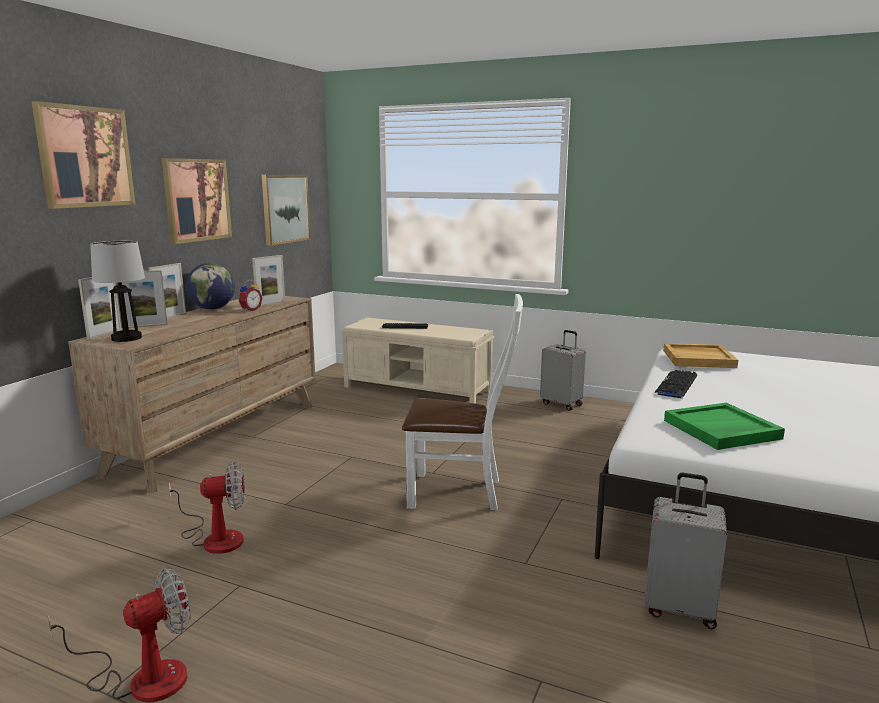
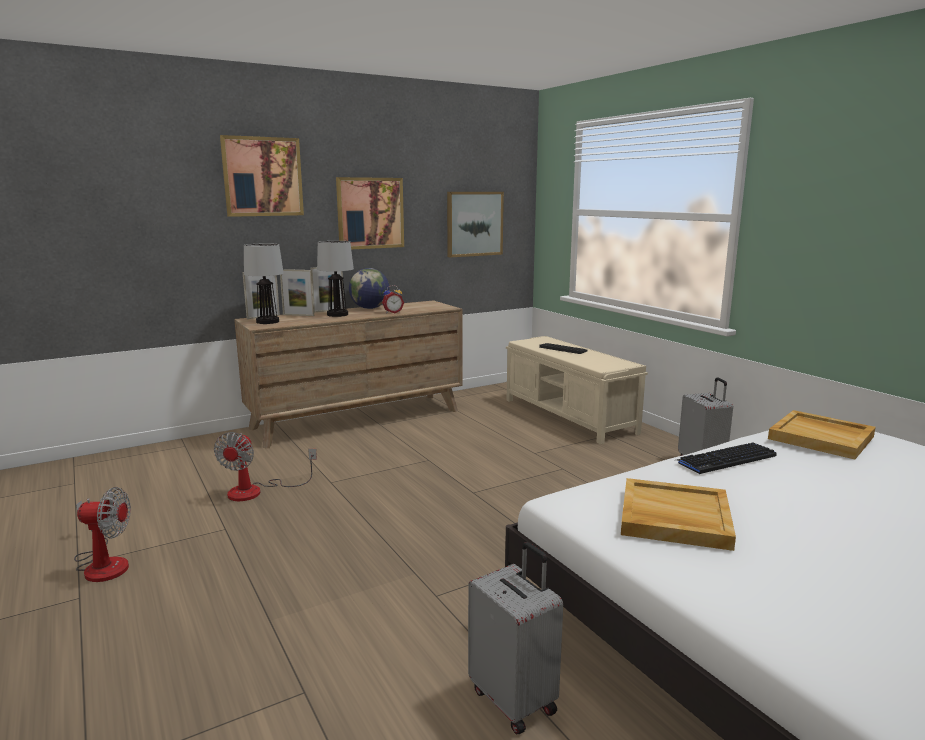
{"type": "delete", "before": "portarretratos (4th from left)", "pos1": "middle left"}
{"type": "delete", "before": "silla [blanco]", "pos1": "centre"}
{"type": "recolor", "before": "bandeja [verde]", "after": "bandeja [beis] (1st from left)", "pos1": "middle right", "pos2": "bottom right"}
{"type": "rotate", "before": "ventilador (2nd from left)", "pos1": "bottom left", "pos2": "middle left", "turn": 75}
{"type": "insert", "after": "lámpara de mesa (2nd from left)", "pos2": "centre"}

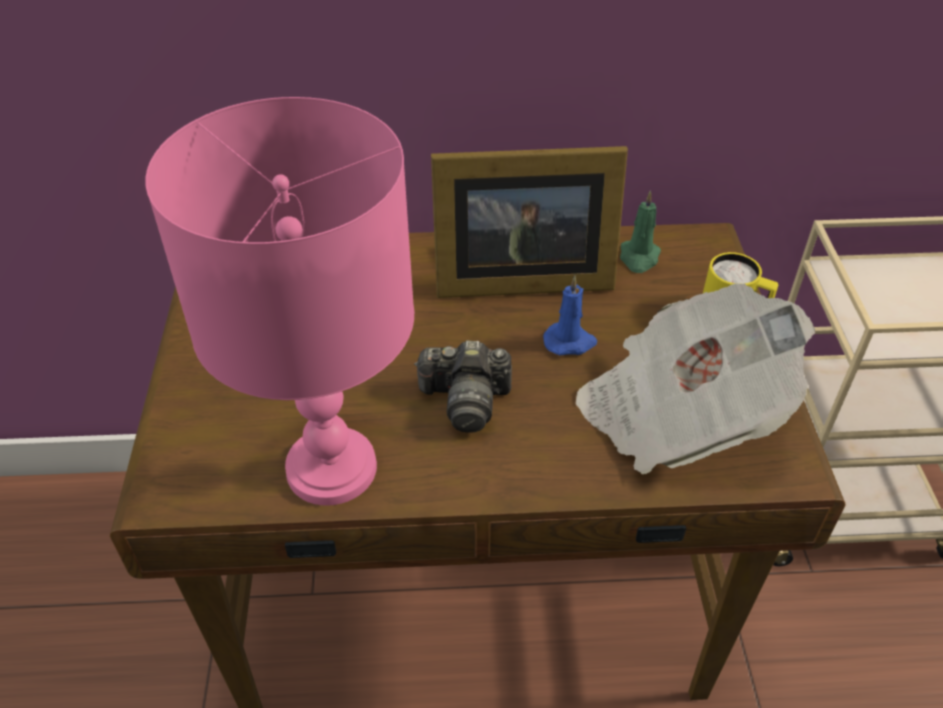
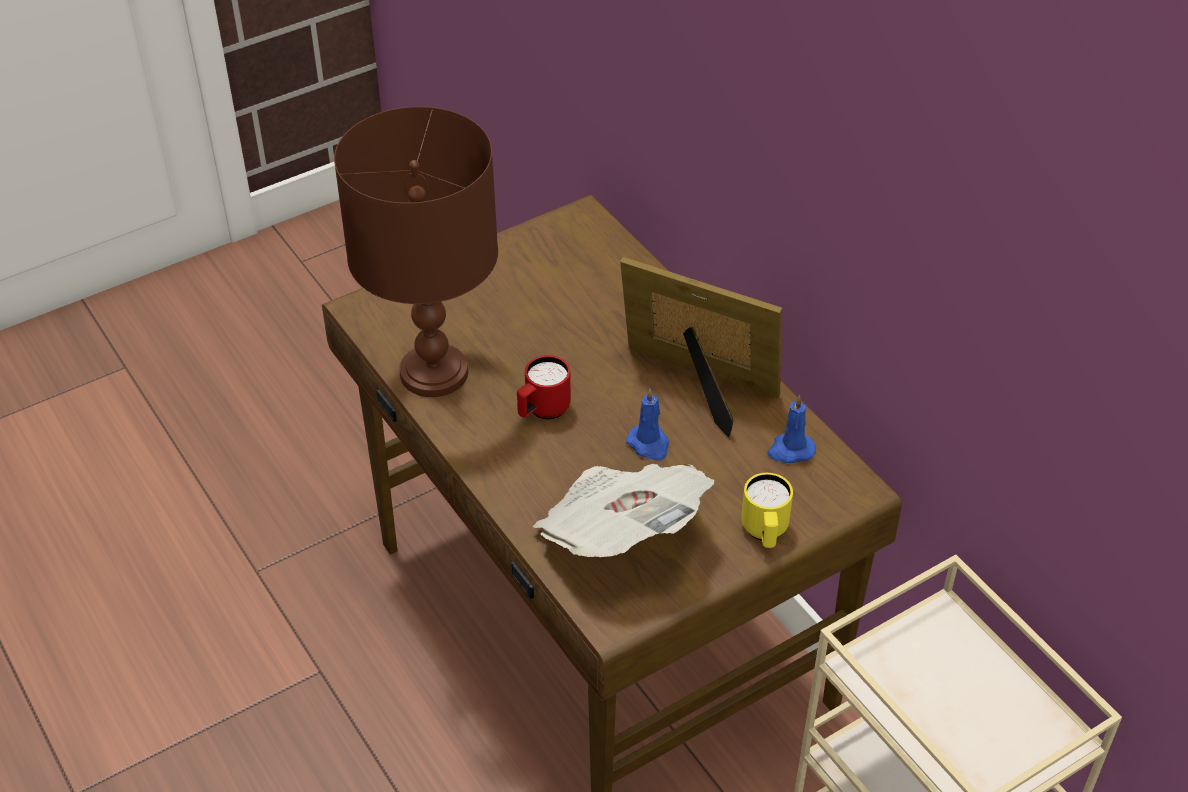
{"type": "recolor", "before": "lámpara de mesa [rosa]", "after": "lámpara de mesa [marrón]", "pos1": "middle left", "pos2": "top centre"}
{"type": "rotate", "before": "portarretratos", "pos1": "top centre", "pos2": "centre", "turn": 150}
{"type": "recolor", "before": "vela [verde]", "after": "vela [azul] (2nd from left)", "pos1": "top right", "pos2": "centre"}
{"type": "replace", "before": "cámara", "after": "taza grande [rojo]", "pos1": "centre", "pos2": "centre"}

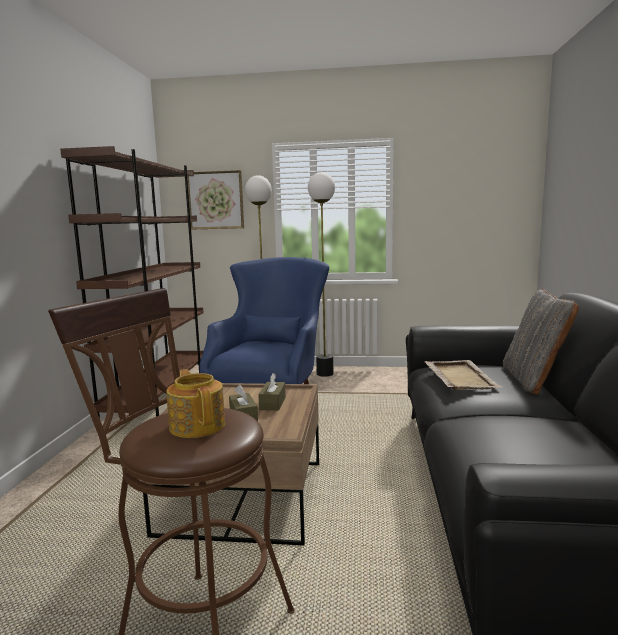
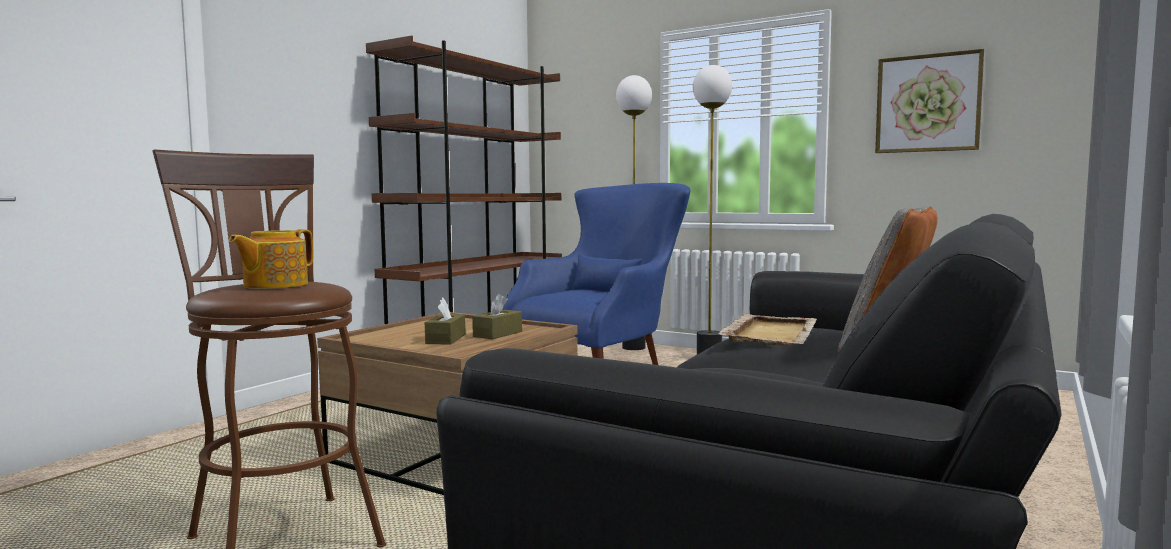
{"type": "move", "before": "cuadro", "pos1": "top centre", "pos2": "top right"}
{"type": "rotate", "before": "tetera", "pos1": "middle left", "pos2": "middle left", "turn": -150}

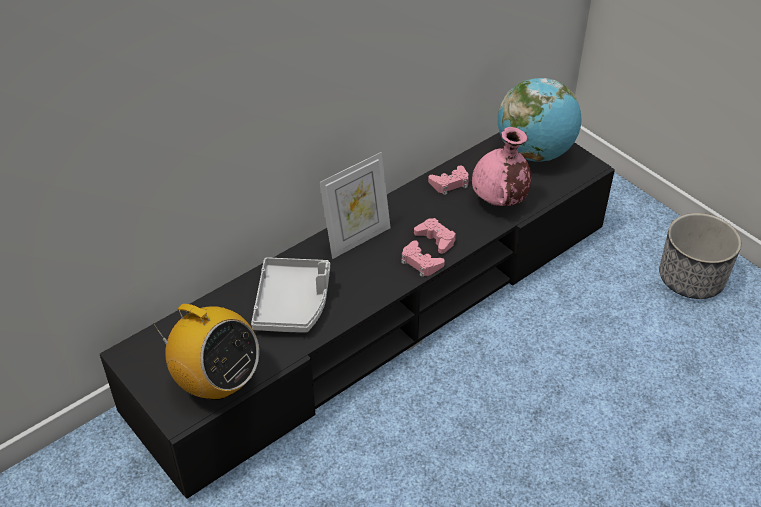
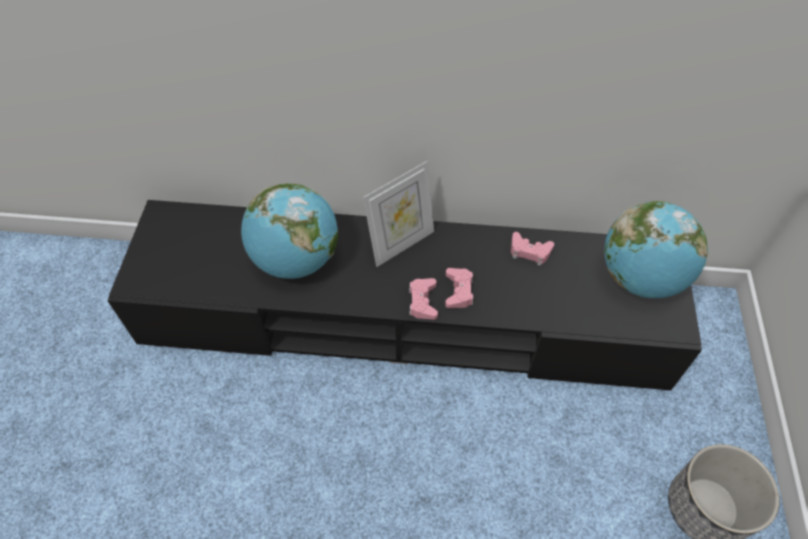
{"type": "delete", "before": "florero [rosa]", "pos1": "top centre"}
{"type": "rotate", "before": "portarretratos", "pos1": "centre", "pos2": "centre", "turn": -45}
{"type": "replace", "before": "bandeja [gris]", "after": "globo terráqueo (1st from left)", "pos1": "centre", "pos2": "centre"}
{"type": "delete", "before": "radio", "pos1": "bottom left"}

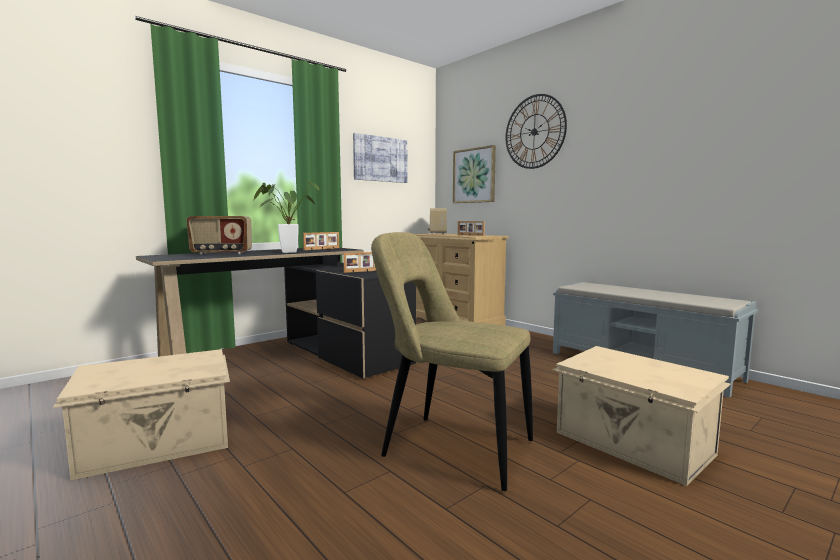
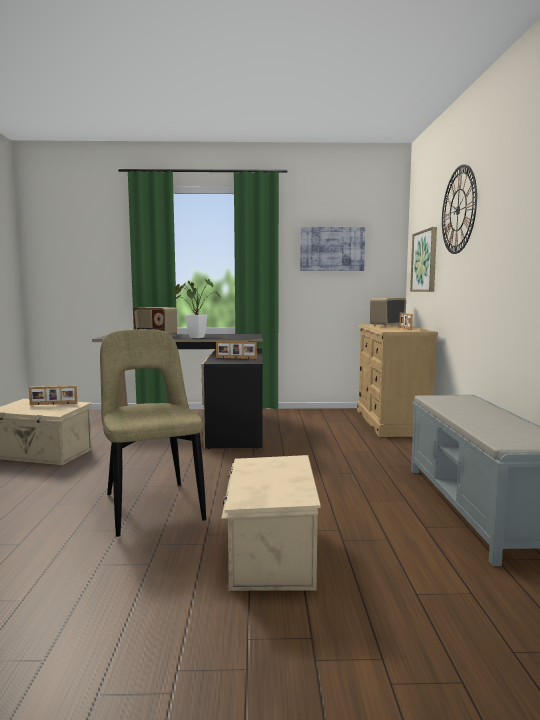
{"type": "move", "before": "portarretratos (1st from left)", "pos1": "centre", "pos2": "middle left"}

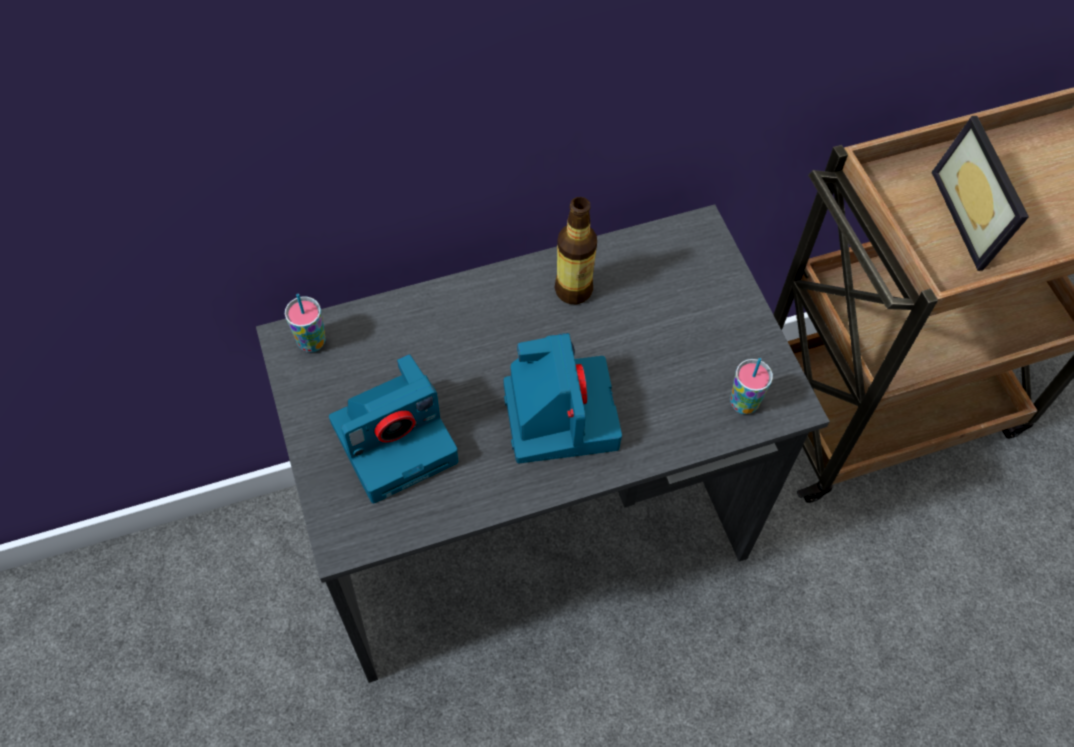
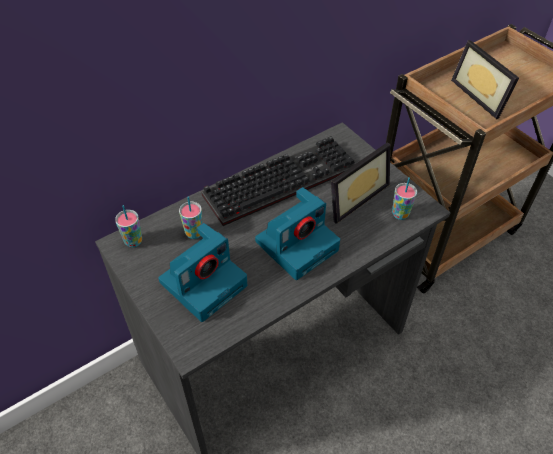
{"type": "replace", "before": "botella", "after": "teclado", "pos1": "centre", "pos2": "centre"}
{"type": "rotate", "before": "cámara (2nd from left)", "pos1": "centre", "pos2": "centre", "turn": 75}
{"type": "insert", "after": "portarretratos (1st from left)", "pos2": "centre"}
{"type": "insert", "after": "taza (2nd from left)", "pos2": "centre"}

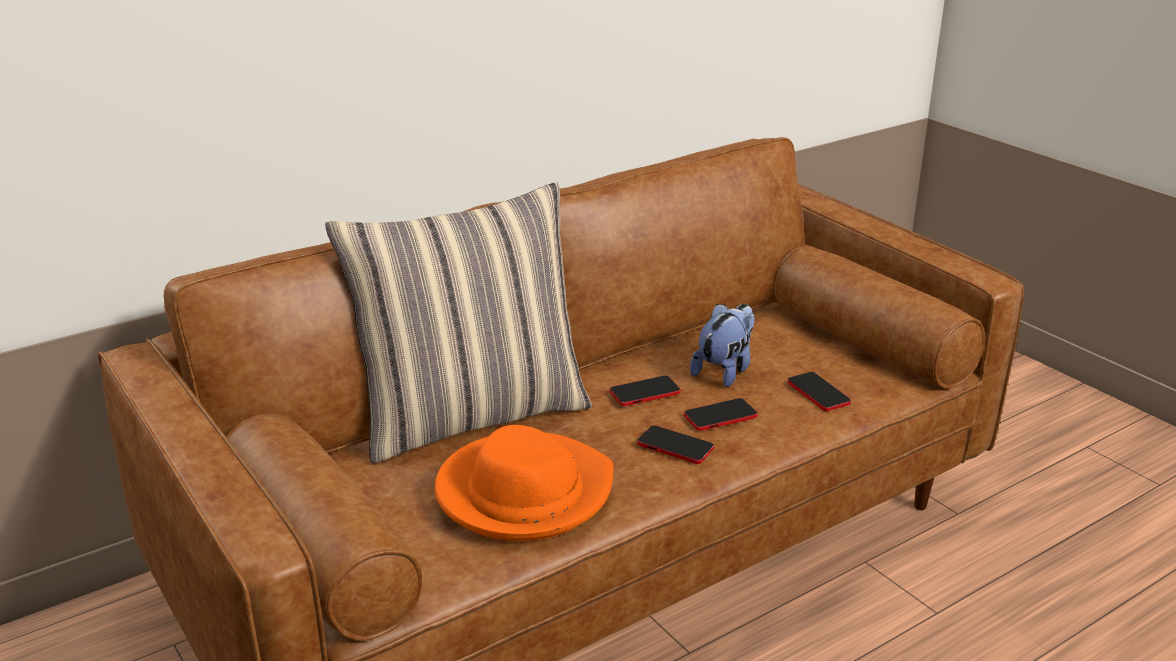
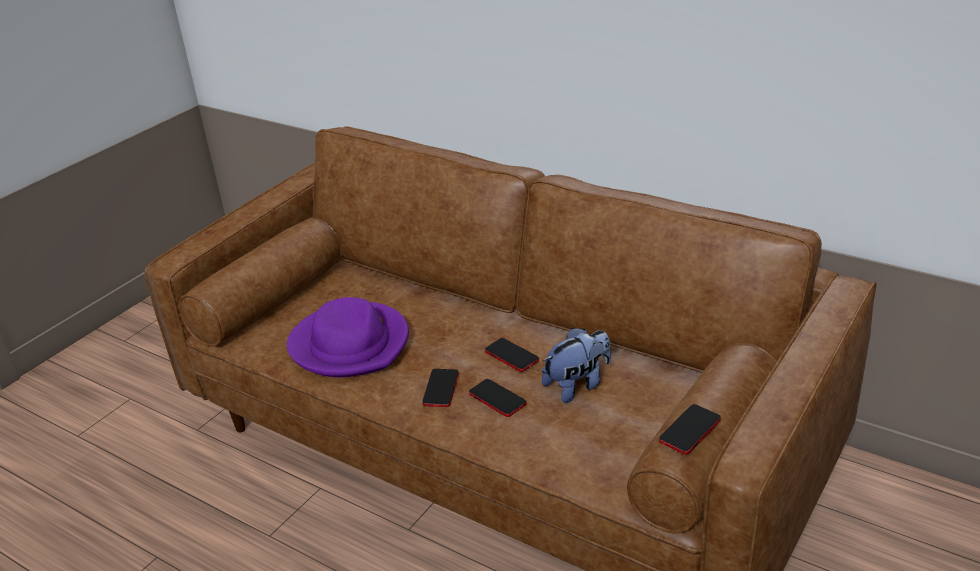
{"type": "delete", "before": "cojín", "pos1": "centre"}
{"type": "rotate", "before": "peluche", "pos1": "centre", "pos2": "centre", "turn": -45}
{"type": "move", "before": "móvil (4th from left)", "pos1": "middle right", "pos2": "bottom right"}
{"type": "recolor", "before": "sombrero [naranja]", "after": "sombrero [morado]", "pos1": "bottom centre", "pos2": "centre"}

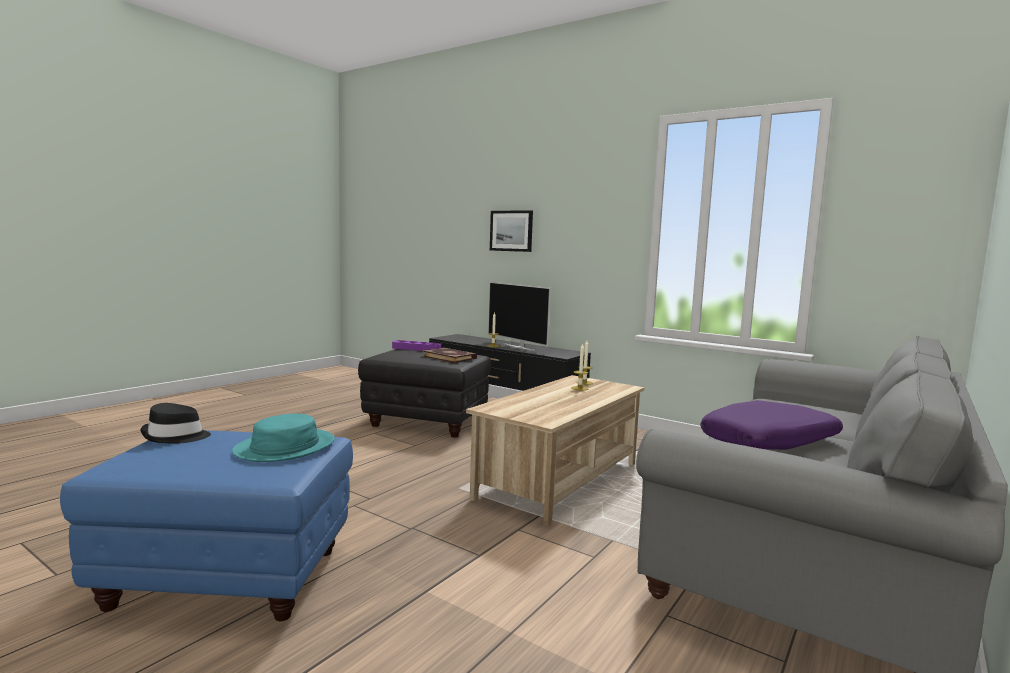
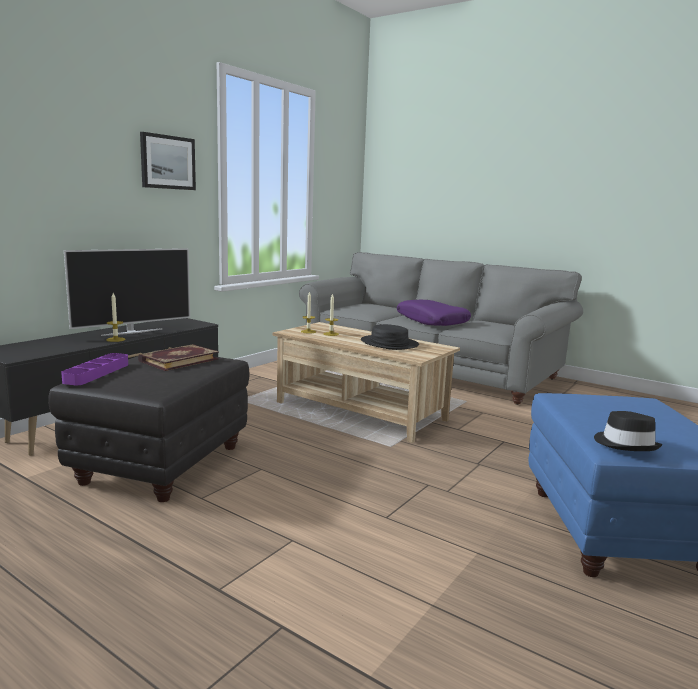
{"type": "move", "before": "cuadro", "pos1": "centre", "pos2": "top left"}
{"type": "delete", "before": "sombrero [turquesa]", "pos1": "middle left"}
{"type": "insert", "after": "sombrero [negro] (1st from left)", "pos2": "centre"}

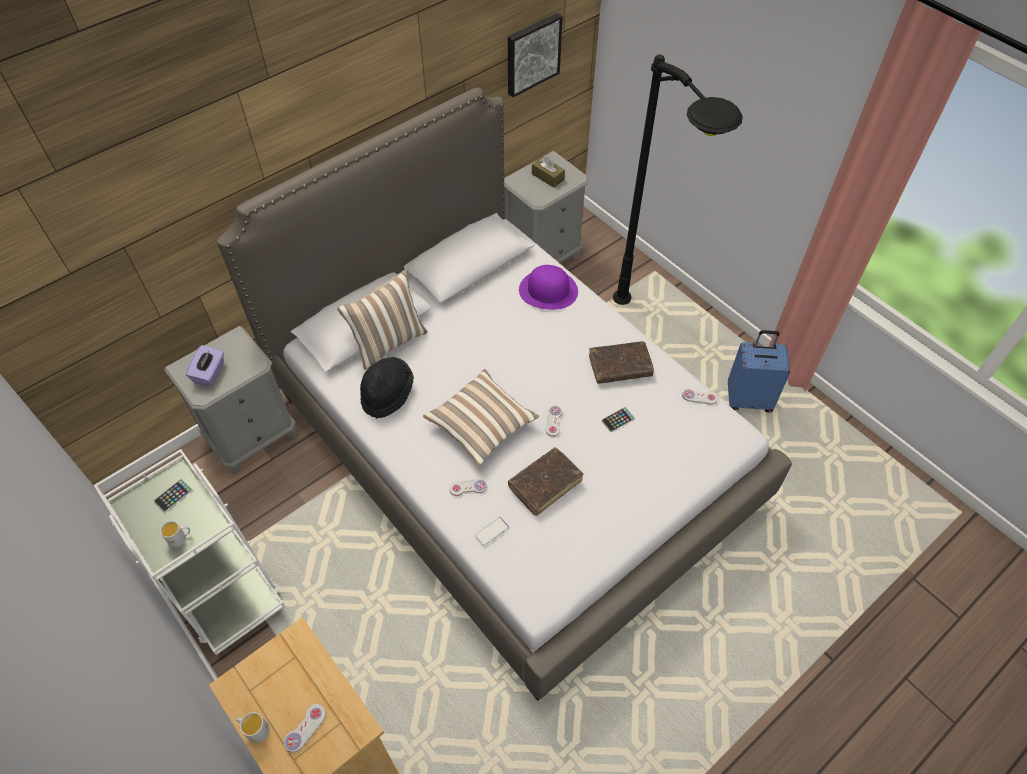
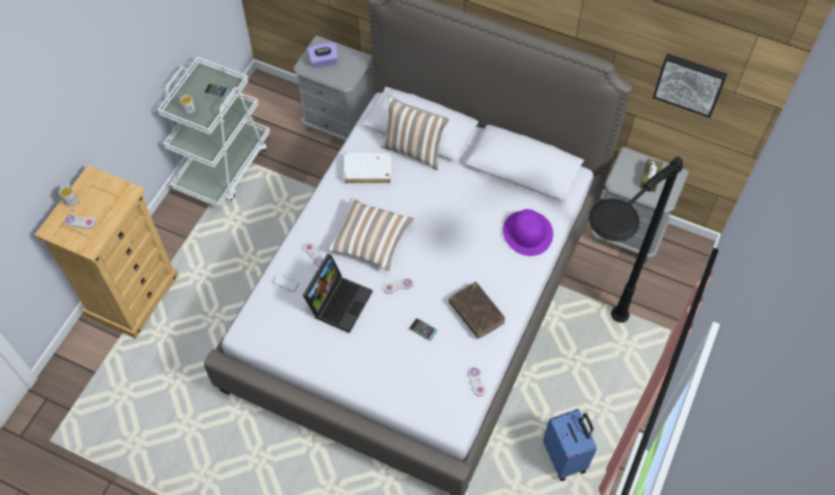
{"type": "replace", "before": "sombrero [negro]", "after": "libro [blanco]", "pos1": "centre", "pos2": "centre"}
{"type": "replace", "before": "libro [marrón] (1st from left)", "after": "portátil", "pos1": "centre", "pos2": "centre"}

